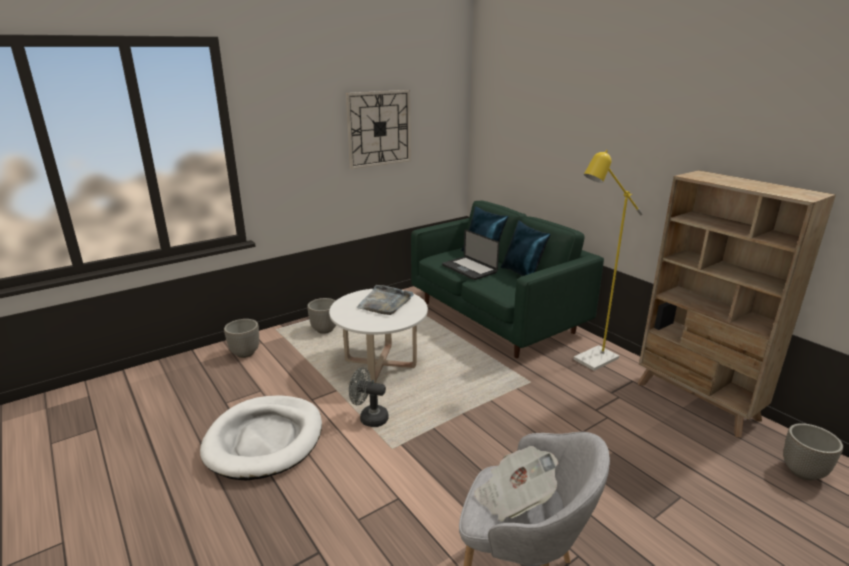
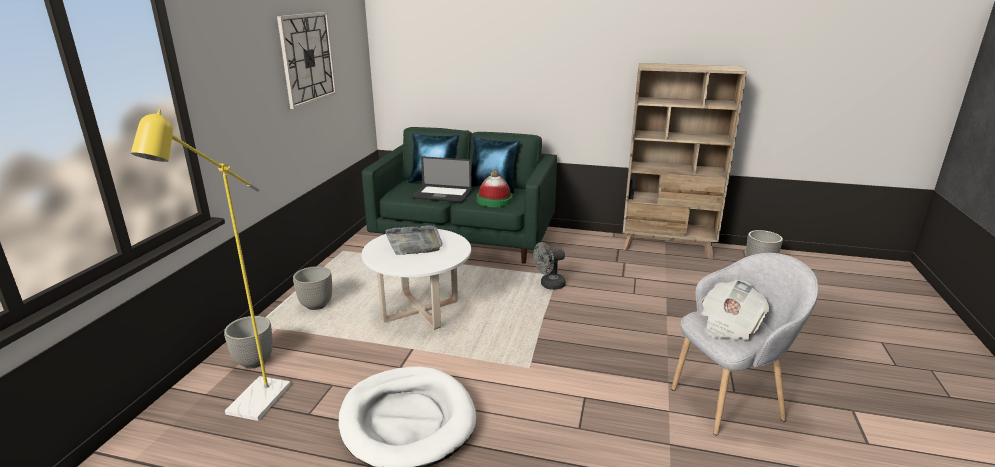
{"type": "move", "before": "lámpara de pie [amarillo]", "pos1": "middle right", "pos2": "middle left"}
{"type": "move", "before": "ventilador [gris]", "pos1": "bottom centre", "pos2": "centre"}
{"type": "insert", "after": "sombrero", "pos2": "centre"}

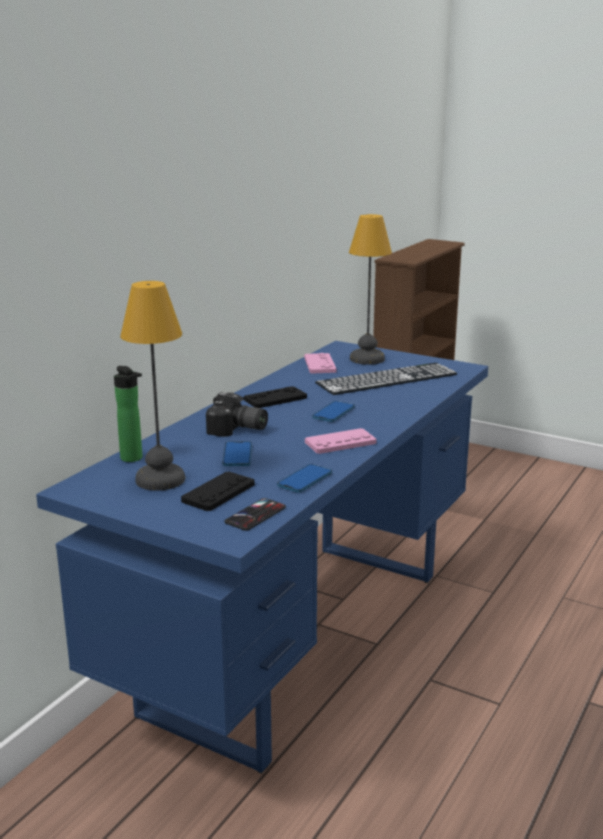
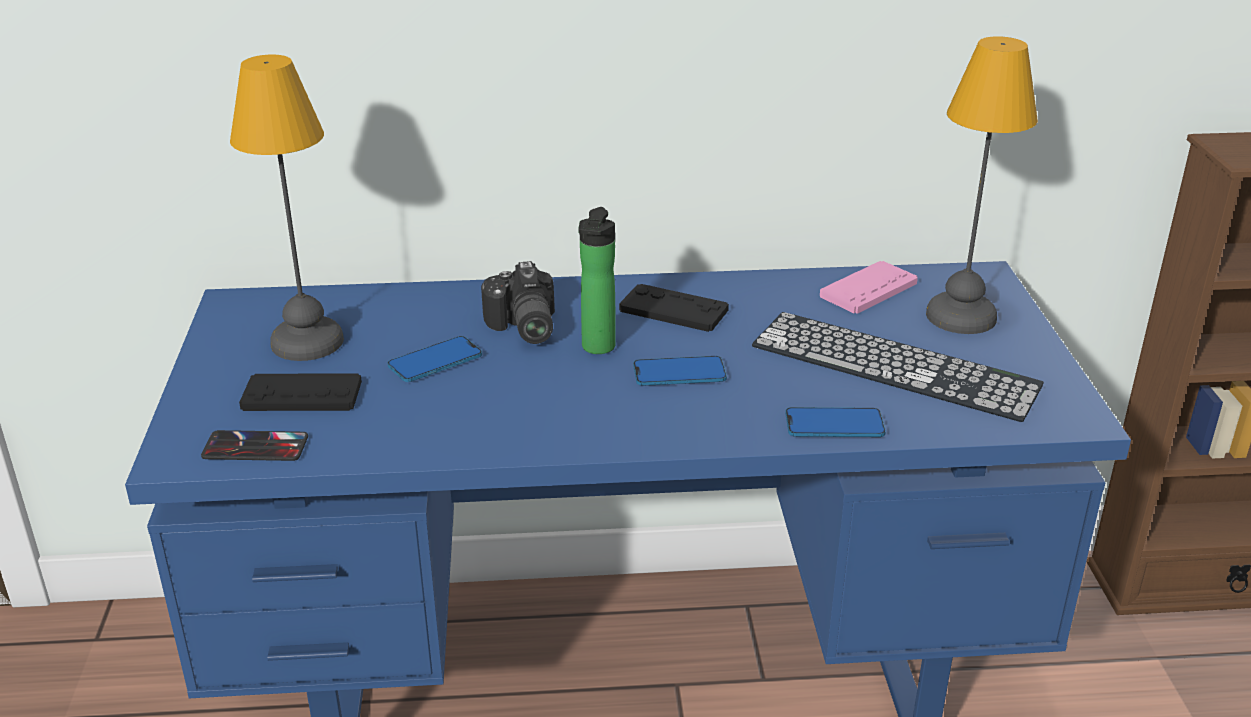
{"type": "move", "before": "botella", "pos1": "middle left", "pos2": "centre"}
{"type": "delete", "before": "mando de consola [rosa] (2nd from left)", "pos1": "centre"}
{"type": "move", "before": "móvil (3rd from left in the first image)", "after": "móvil (4th from left)", "pos1": "centre", "pos2": "middle right"}

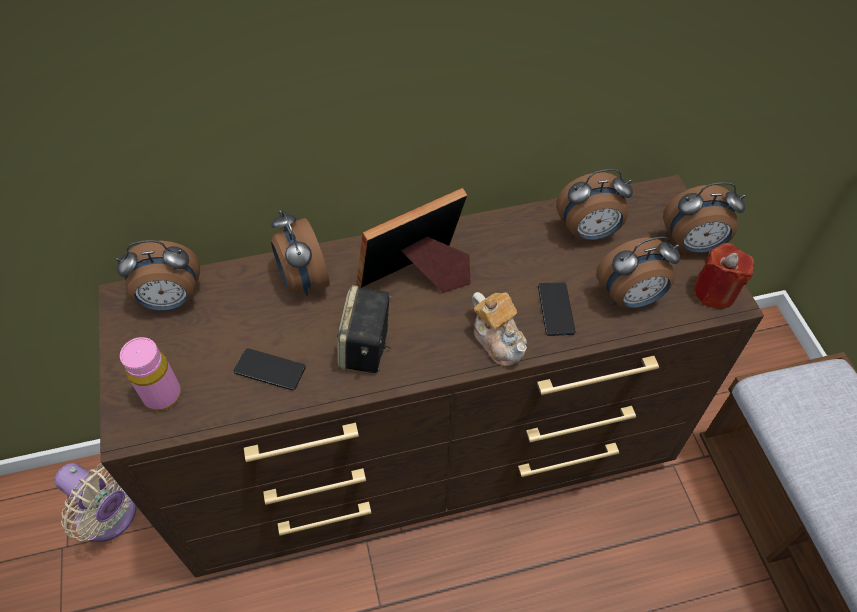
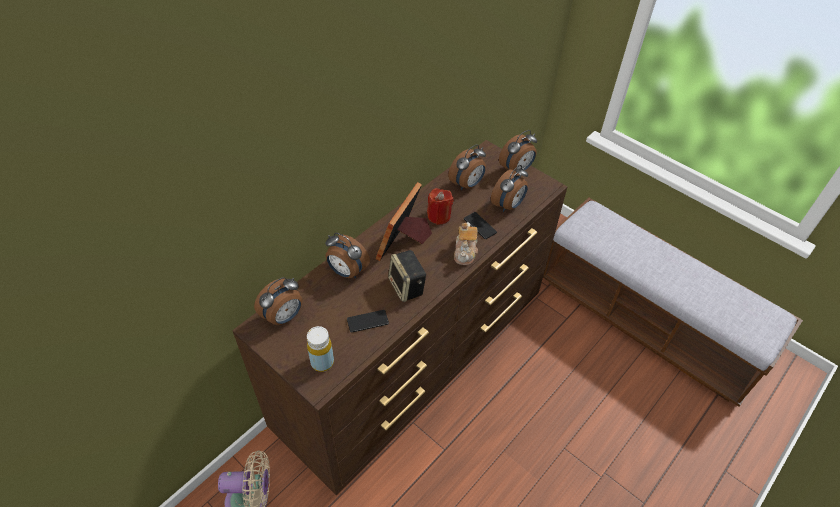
{"type": "move", "before": "vela [rojo]", "pos1": "middle right", "pos2": "centre"}
{"type": "rotate", "before": "tetera", "pos1": "centre", "pos2": "centre", "turn": 75}
{"type": "recolor", "before": "botella [rosa]", "after": "botella [amarillo]", "pos1": "middle left", "pos2": "bottom centre"}

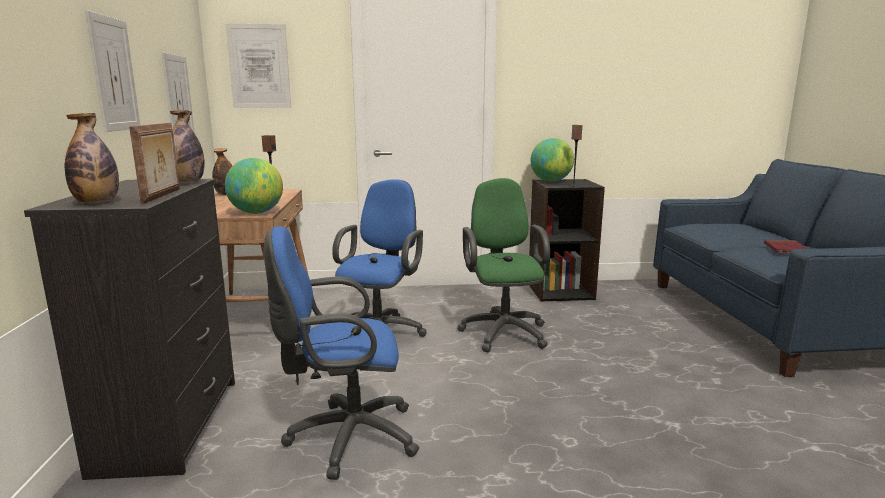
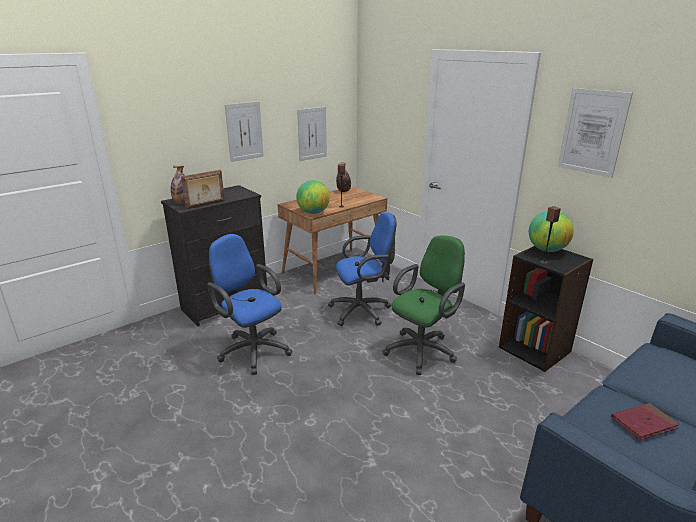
{"type": "move", "before": "cuadro (3rd from left)", "pos1": "top left", "pos2": "top right"}
{"type": "delete", "before": "botella (2nd from left)", "pos1": "top left"}

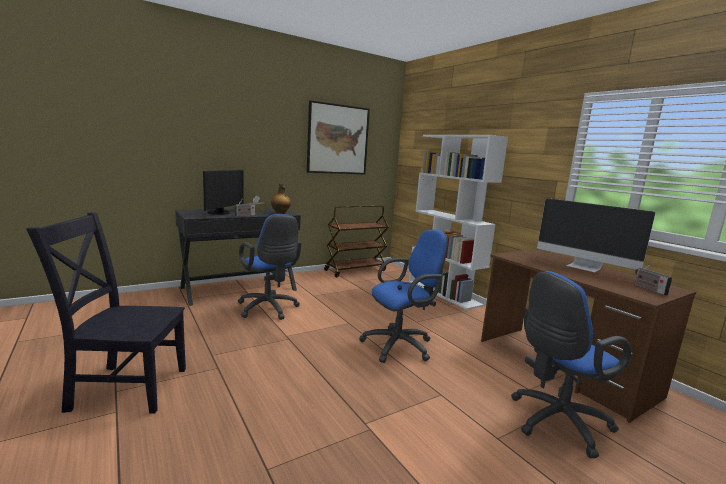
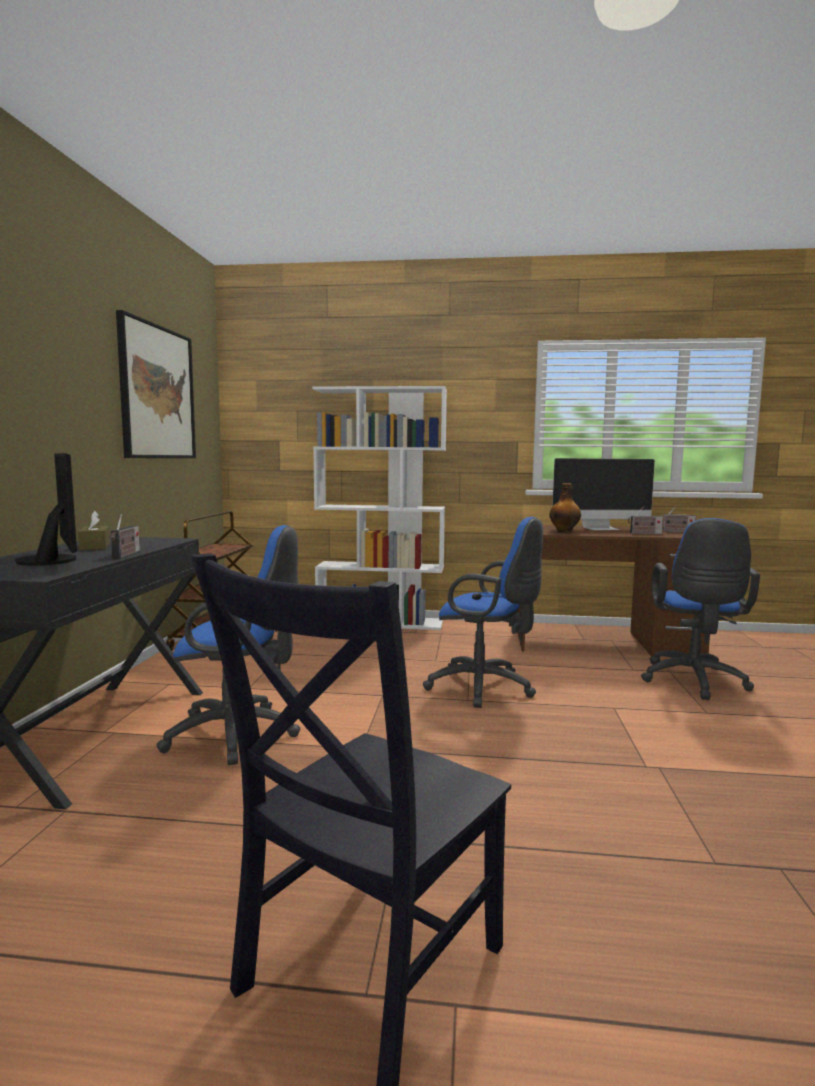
{"type": "move", "before": "botella", "pos1": "centre", "pos2": "middle right"}
{"type": "rotate", "before": "silla de oficina [azul] (2nd from left)", "pos1": "centre", "pos2": "centre", "turn": 105}
{"type": "insert", "after": "radio (2nd from left)", "pos2": "middle right"}

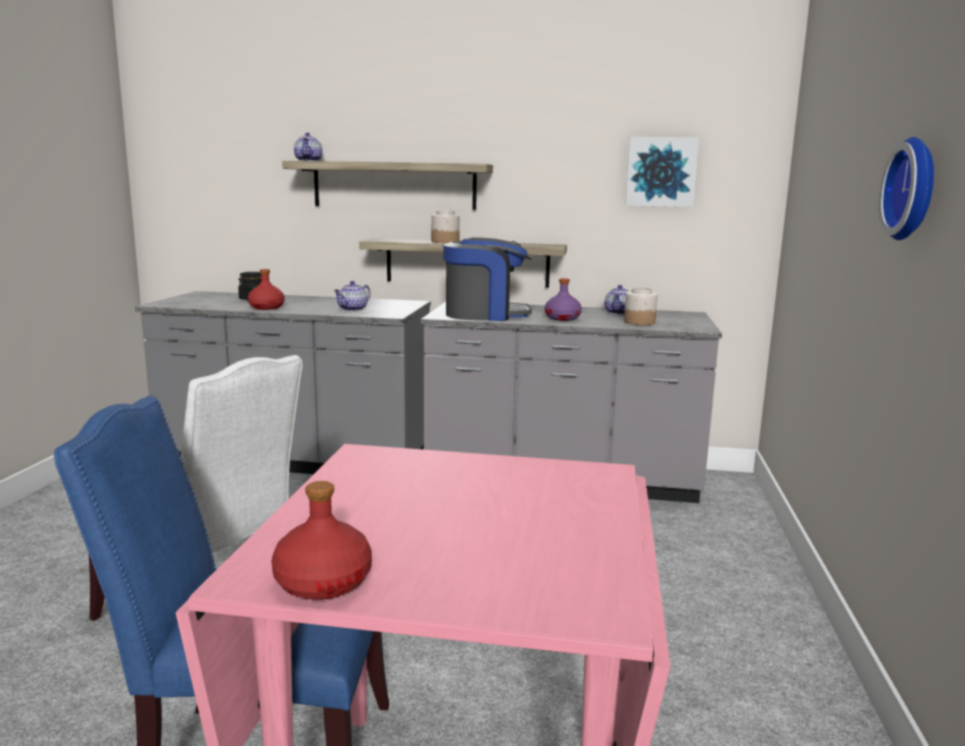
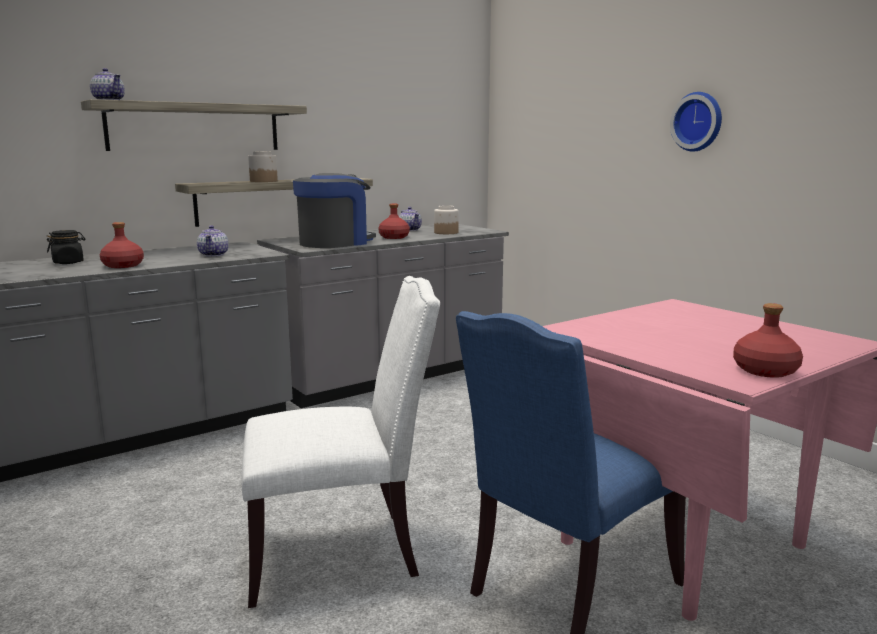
{"type": "delete", "before": "cuadro", "pos1": "top right"}
{"type": "recolor", "before": "botella [morado]", "after": "botella [rojo] (2nd from left)", "pos1": "centre", "pos2": "centre"}

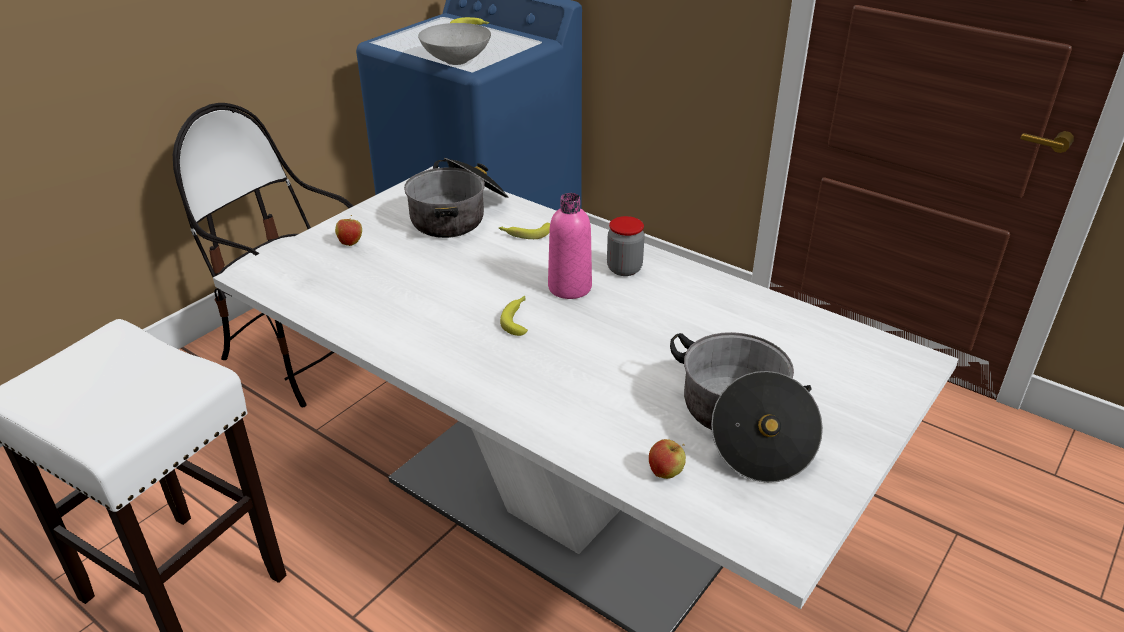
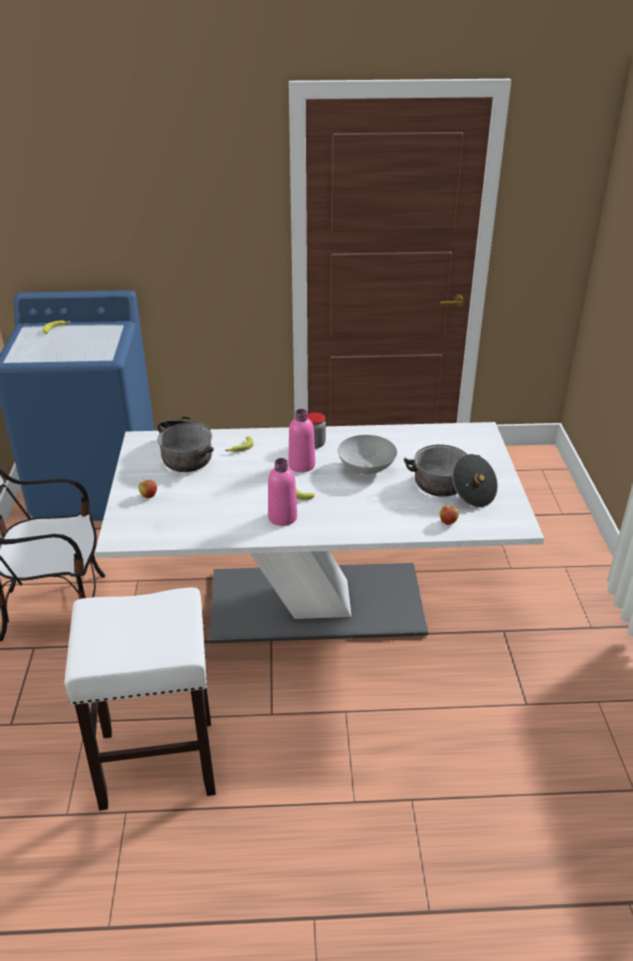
{"type": "move", "before": "cuenco [gris]", "pos1": "top centre", "pos2": "centre"}
{"type": "insert", "after": "botella [rosa] (1st from left)", "pos2": "centre"}

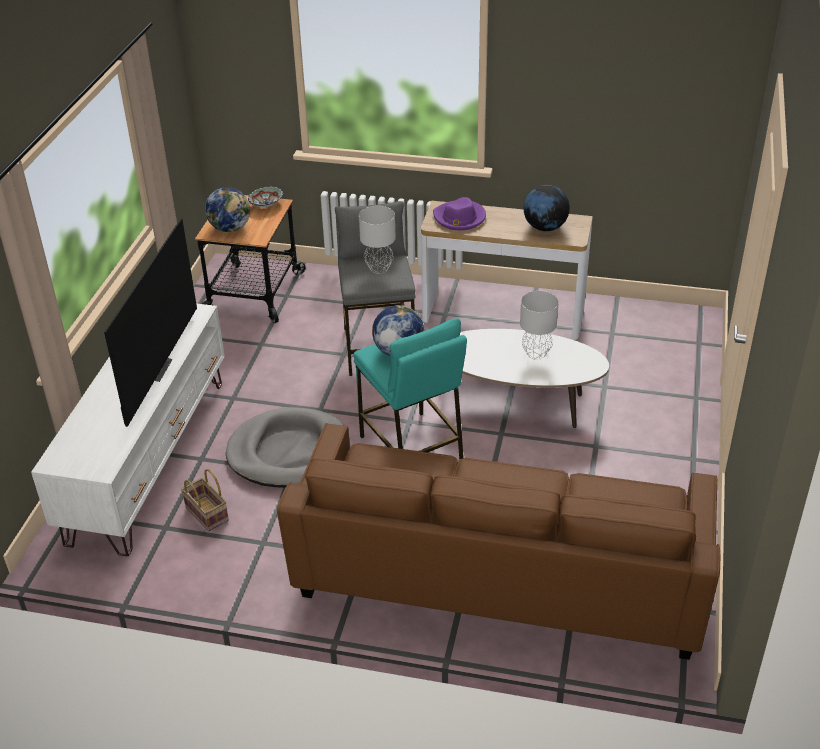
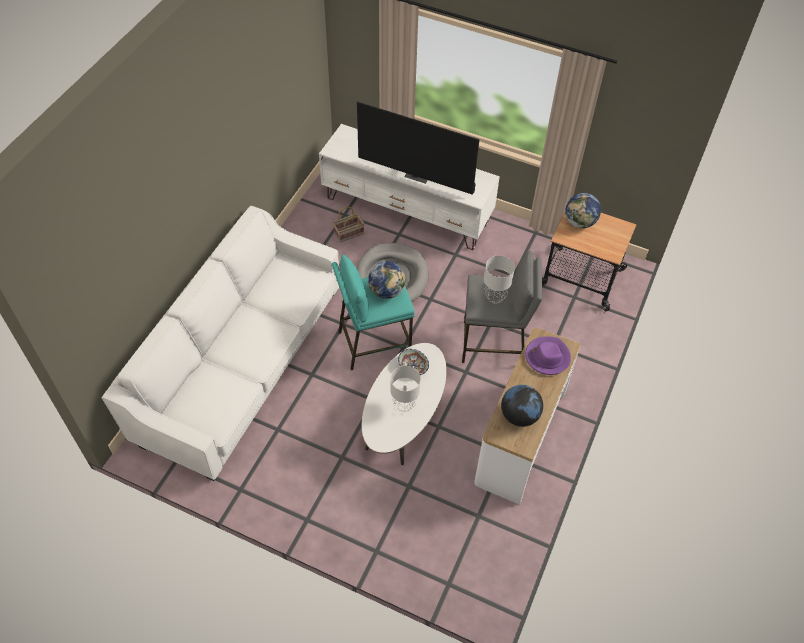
{"type": "move", "before": "cuenco", "pos1": "top left", "pos2": "centre"}
{"type": "recolor", "before": "sofá [marrón]", "after": "sofá [blanco]", "pos1": "bottom centre", "pos2": "middle left"}

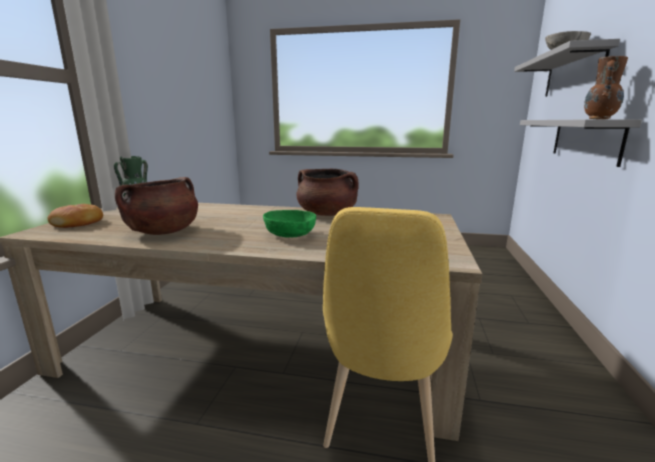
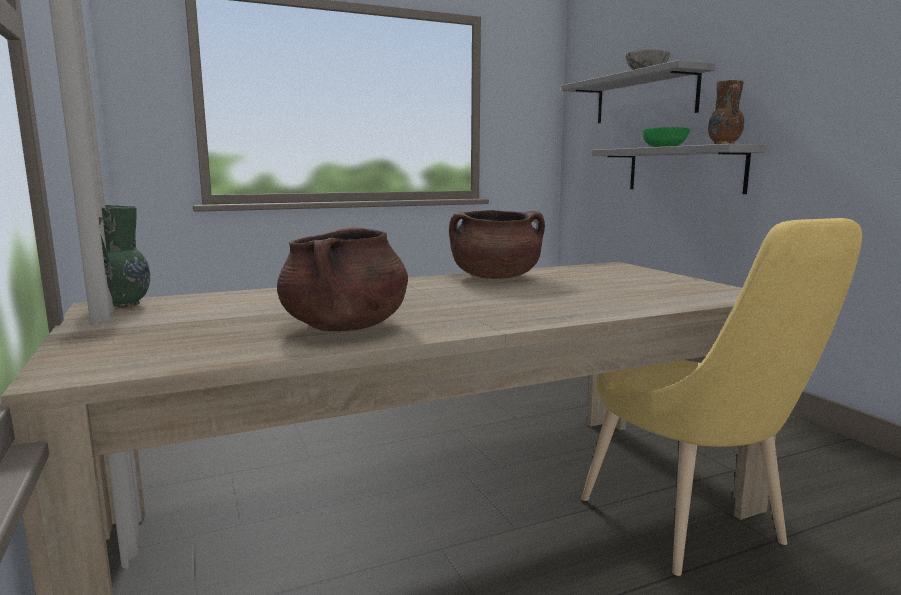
{"type": "delete", "before": "pan", "pos1": "middle left"}
{"type": "move", "before": "cuenco [verde]", "pos1": "centre", "pos2": "top right"}

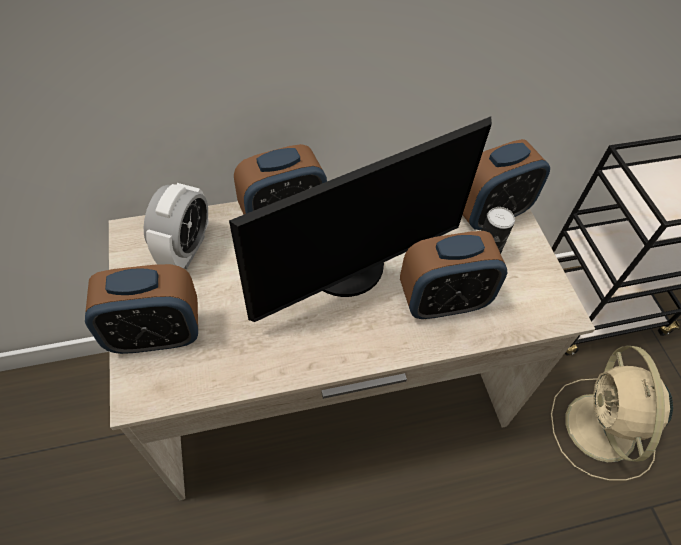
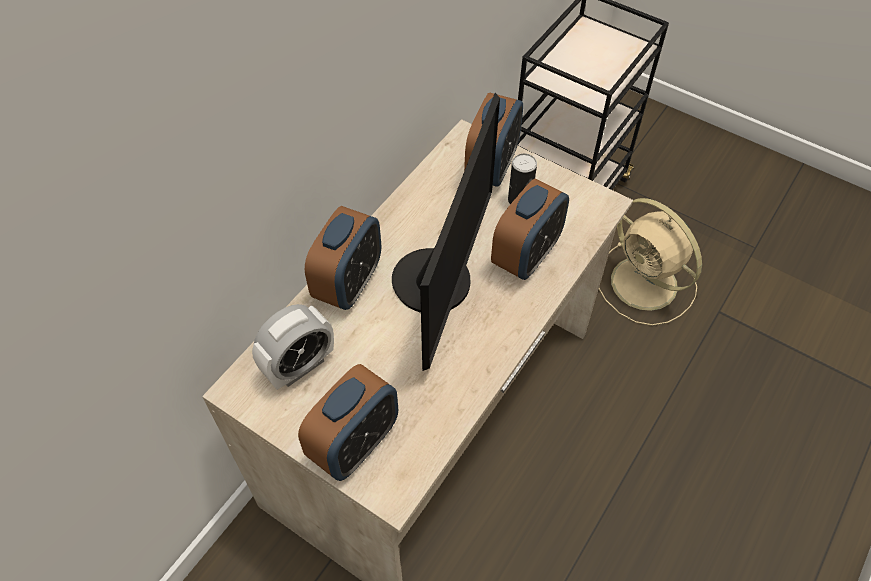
{"type": "rotate", "before": "despertador (2nd from left in the first image)", "pos1": "middle left", "pos2": "centre", "turn": 75}

